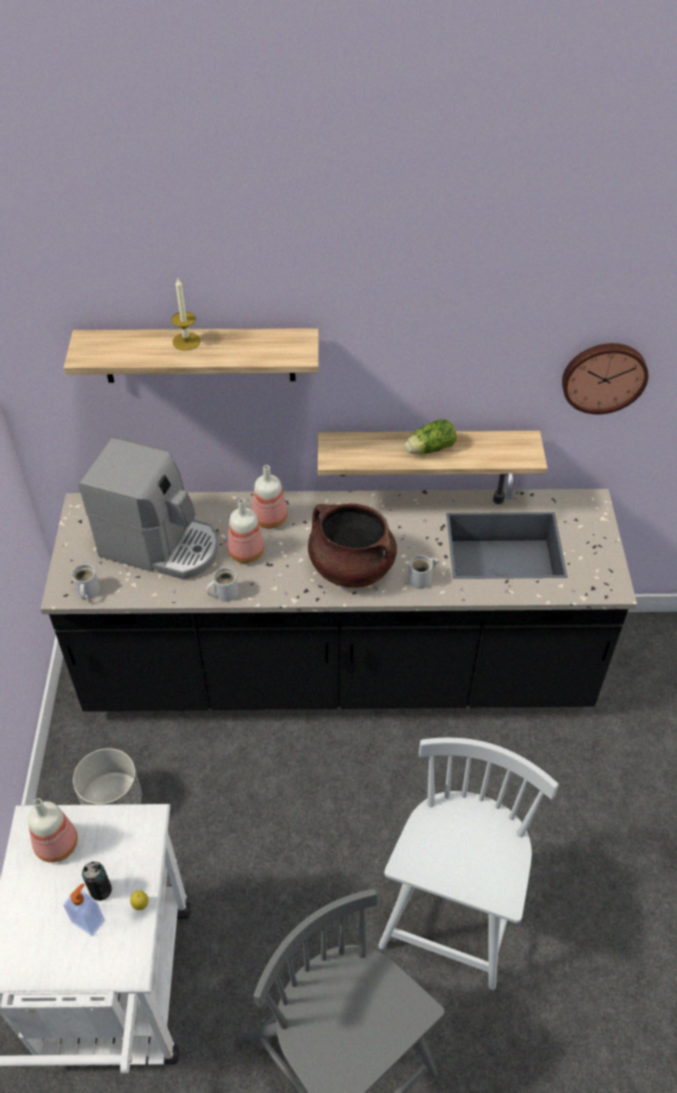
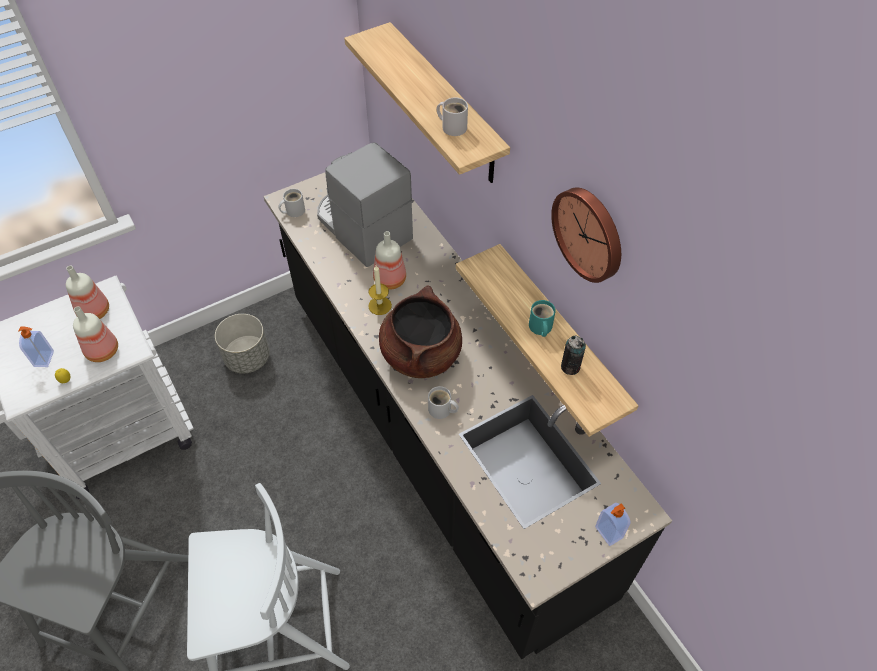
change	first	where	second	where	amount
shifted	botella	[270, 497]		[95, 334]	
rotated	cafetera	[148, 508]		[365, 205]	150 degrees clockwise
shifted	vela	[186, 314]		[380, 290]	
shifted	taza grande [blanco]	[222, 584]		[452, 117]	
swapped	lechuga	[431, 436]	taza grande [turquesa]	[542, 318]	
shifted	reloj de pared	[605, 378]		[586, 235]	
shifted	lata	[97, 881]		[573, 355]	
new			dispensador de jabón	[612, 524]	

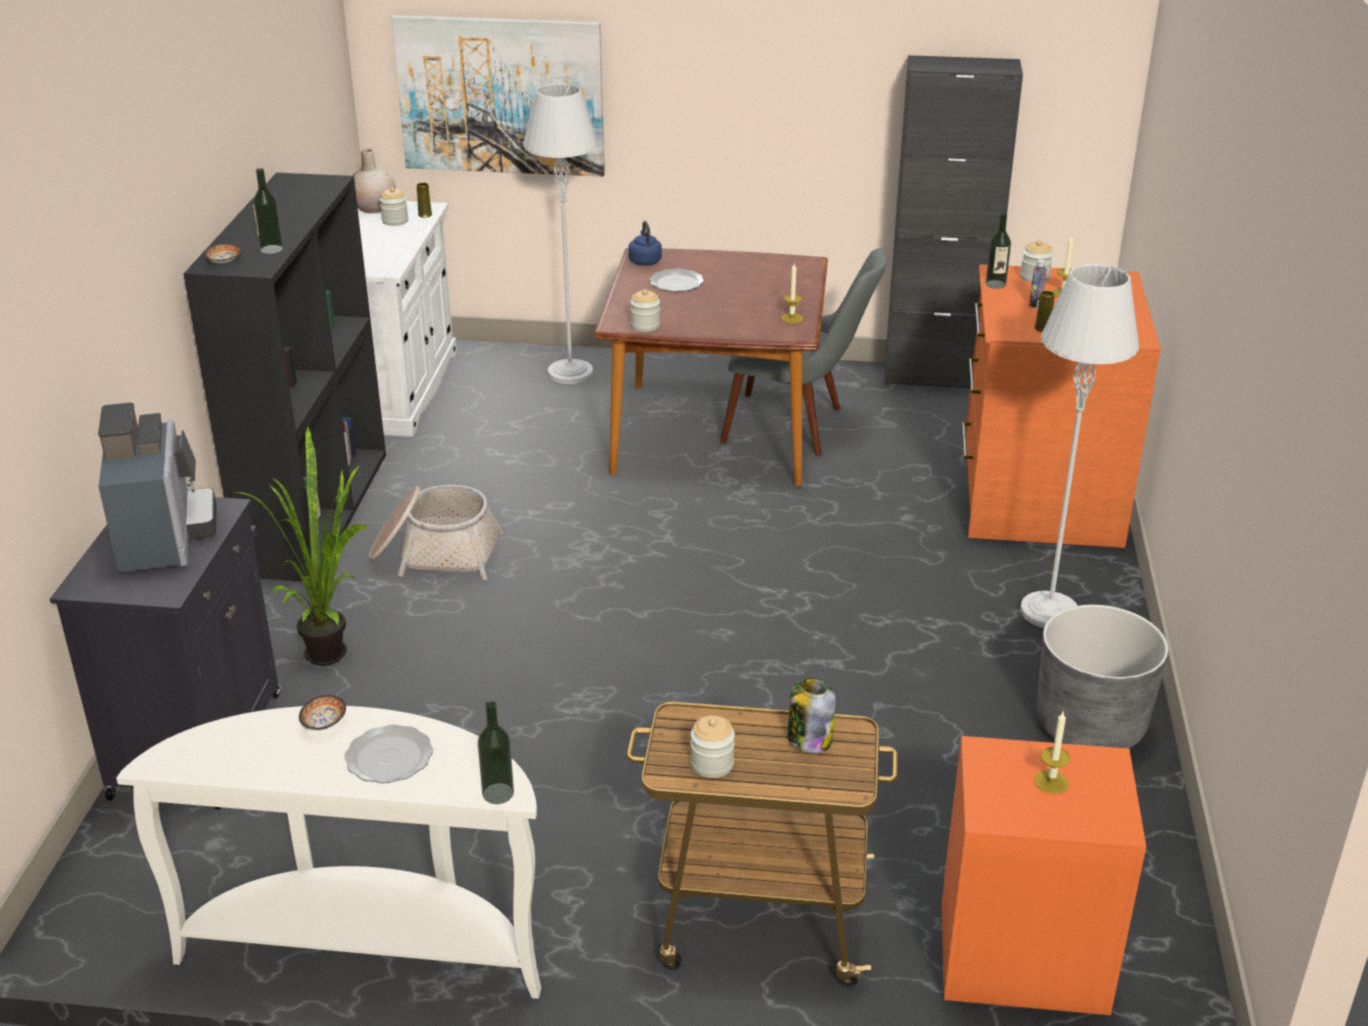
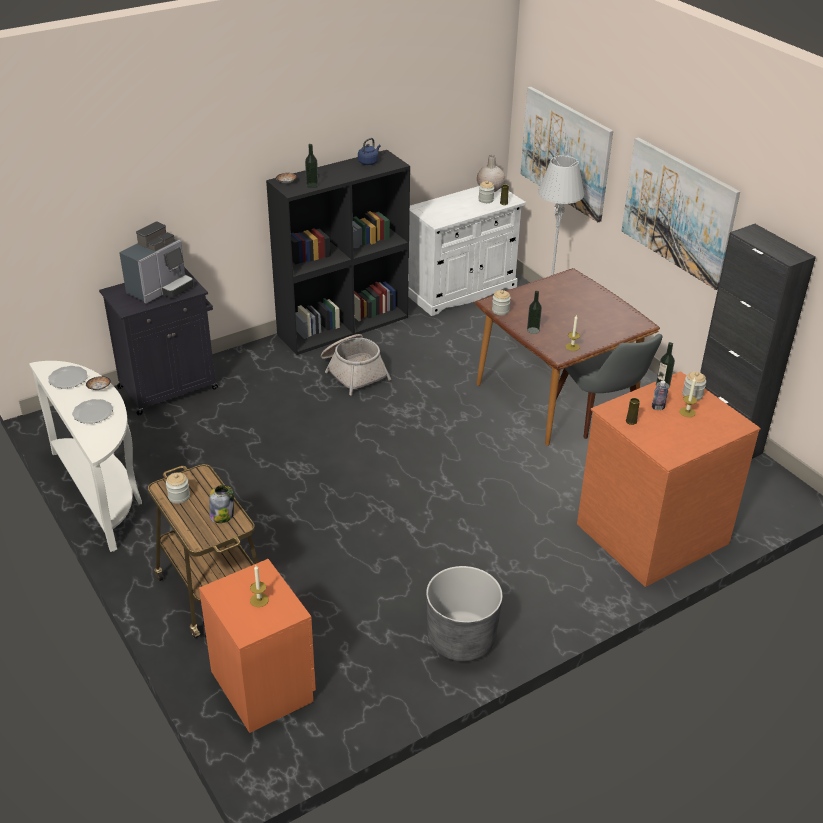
change	first	where	second	where	amount
shifted	plato	[676, 280]		[68, 377]	
shifted	hervidor [azul]	[645, 243]		[369, 151]	
shifted	botella	[496, 752]		[534, 312]	
new			cuadro	[680, 213]	
gone	planta en maceta	[301, 546]			
gone	lámpara de pie [gris]	[1080, 445]			

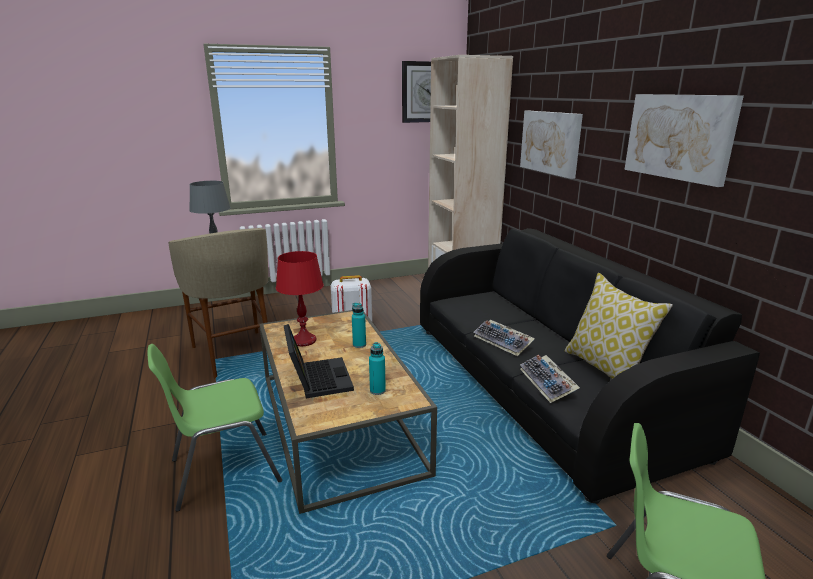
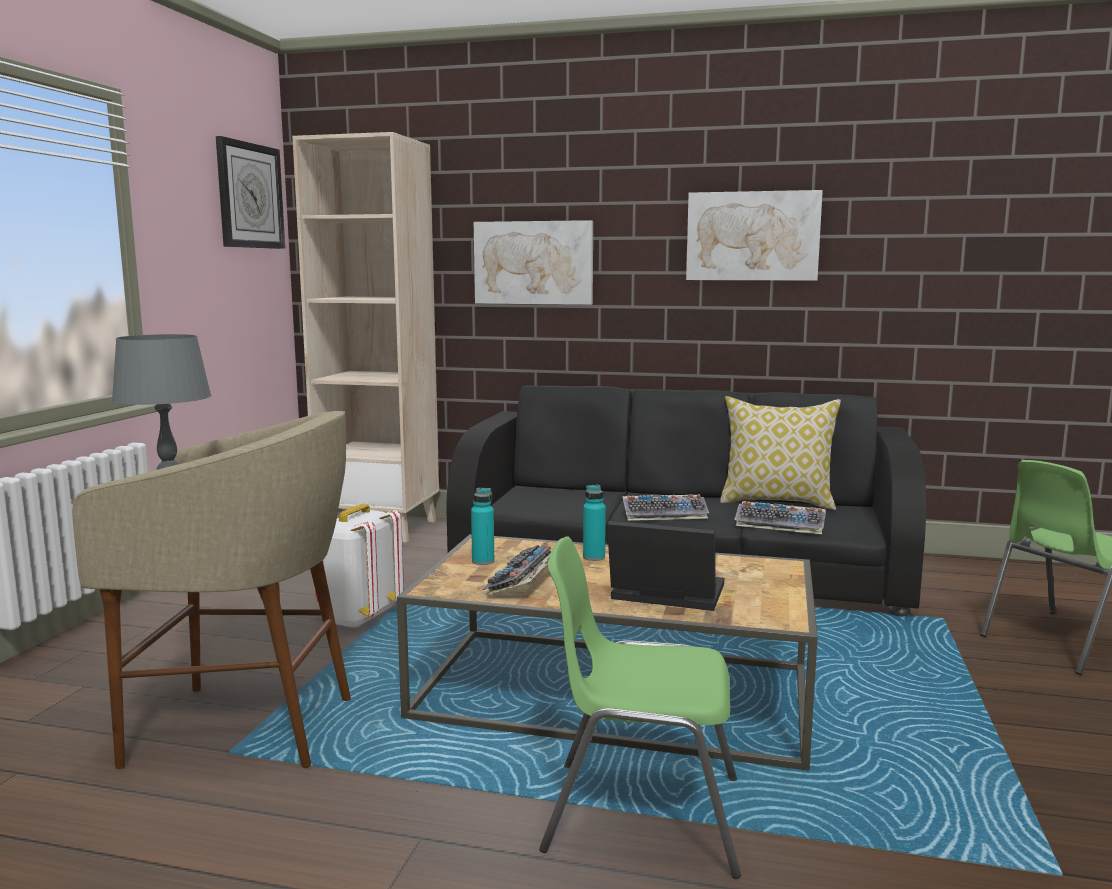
change	first	where	second	where	amount
shifted	botella [turquesa]	[377, 368]		[482, 526]	
swapped	lámpara de mesa [rojo]	[300, 298]	teclado	[516, 569]	
rotated	silla [verde]	[215, 428]		[640, 707]	90 degrees clockwise

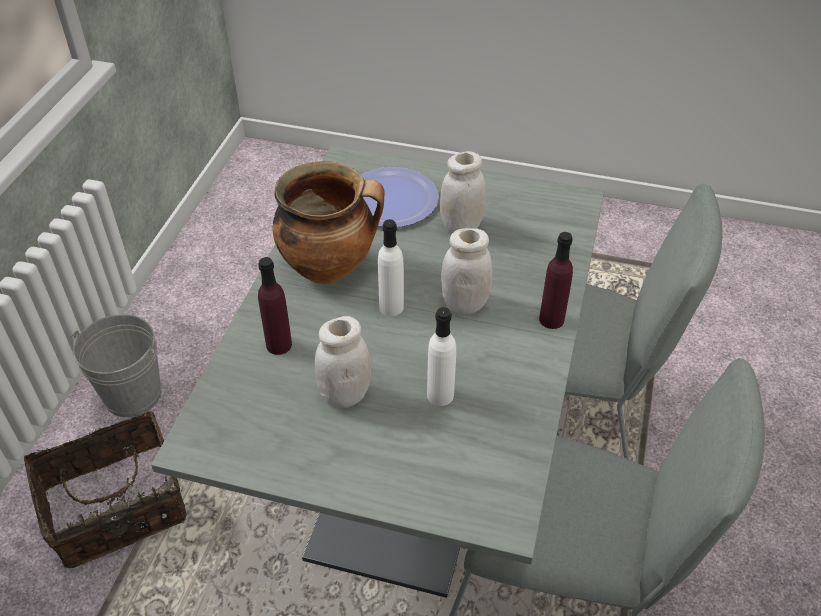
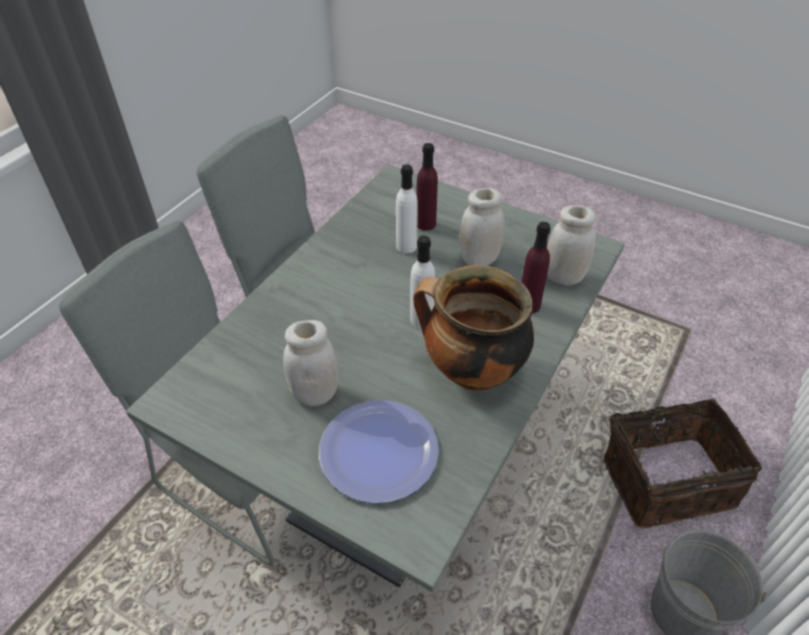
change	first	where	second	where	amount
shifted	botella [morado]	[556, 280]		[427, 187]	
shifted	tarro [blanco]	[466, 271]		[571, 245]	

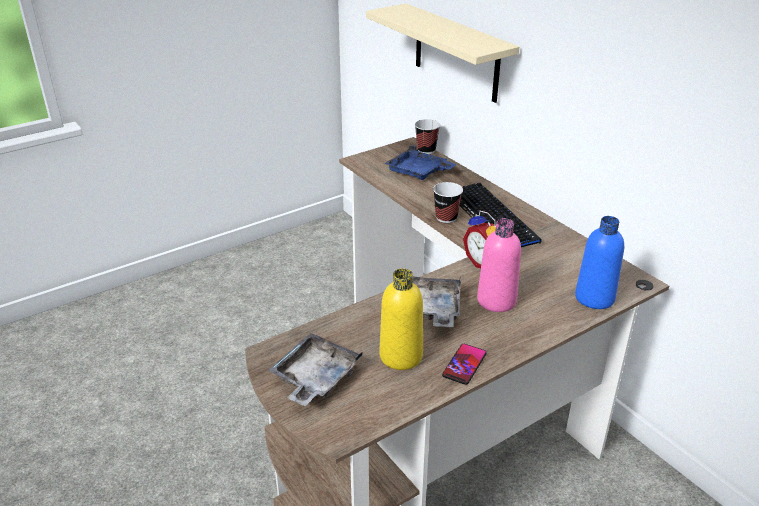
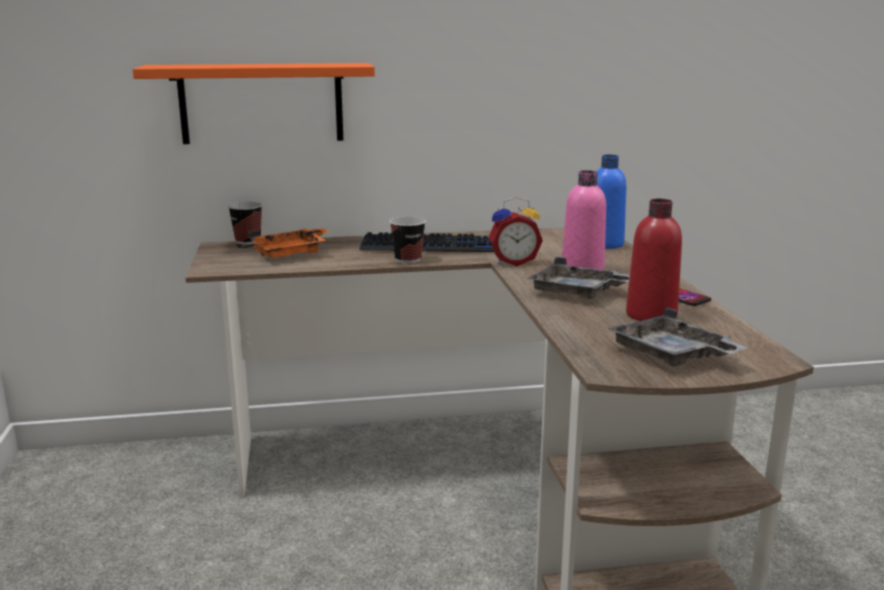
change	first	where	second	where	amount
repainted	estante [beis]	[442, 53]	estante [naranja]	[253, 103]	
repainted	bandeja [azul]	[420, 162]	bandeja [naranja]	[288, 243]	
repainted	botella [amarillo]	[401, 319]	botella [rojo]	[654, 260]	

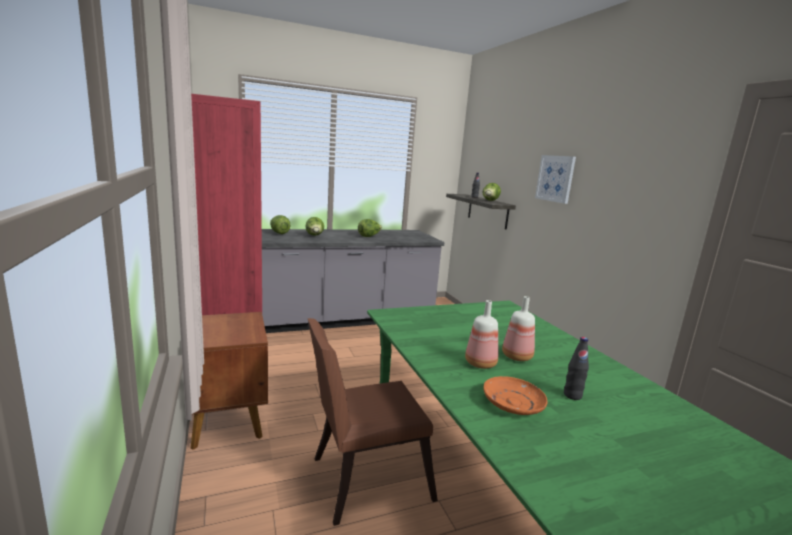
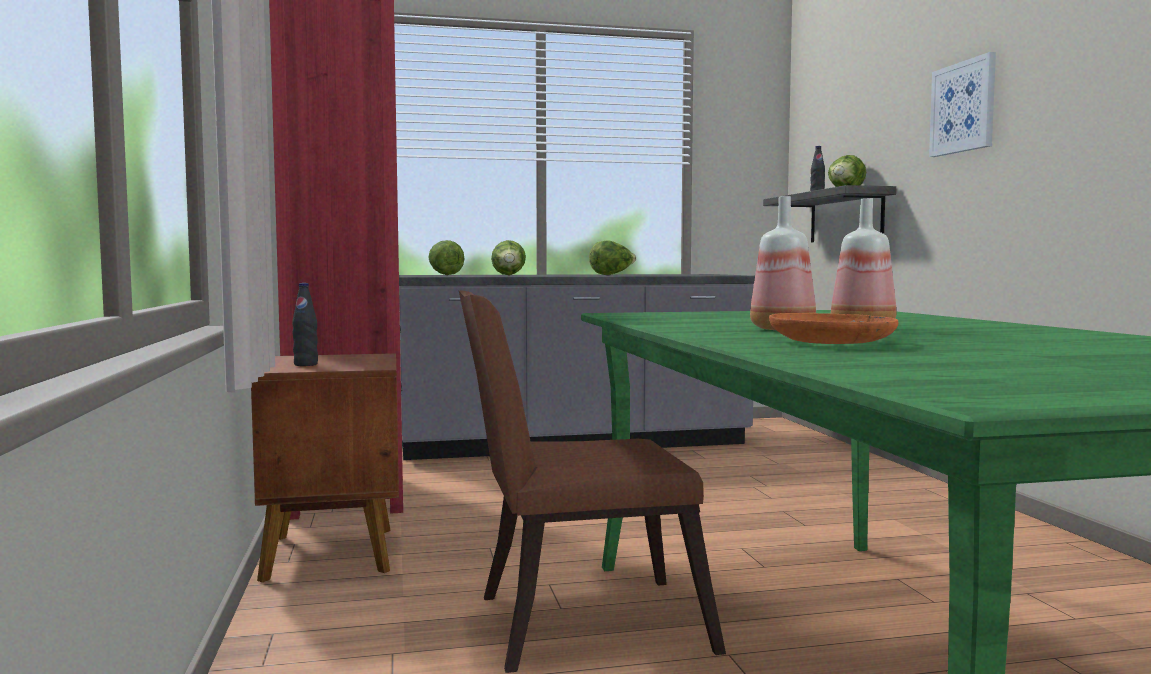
change	first	where	second	where	amount
shifted	botella [negro]	[576, 368]		[305, 324]	

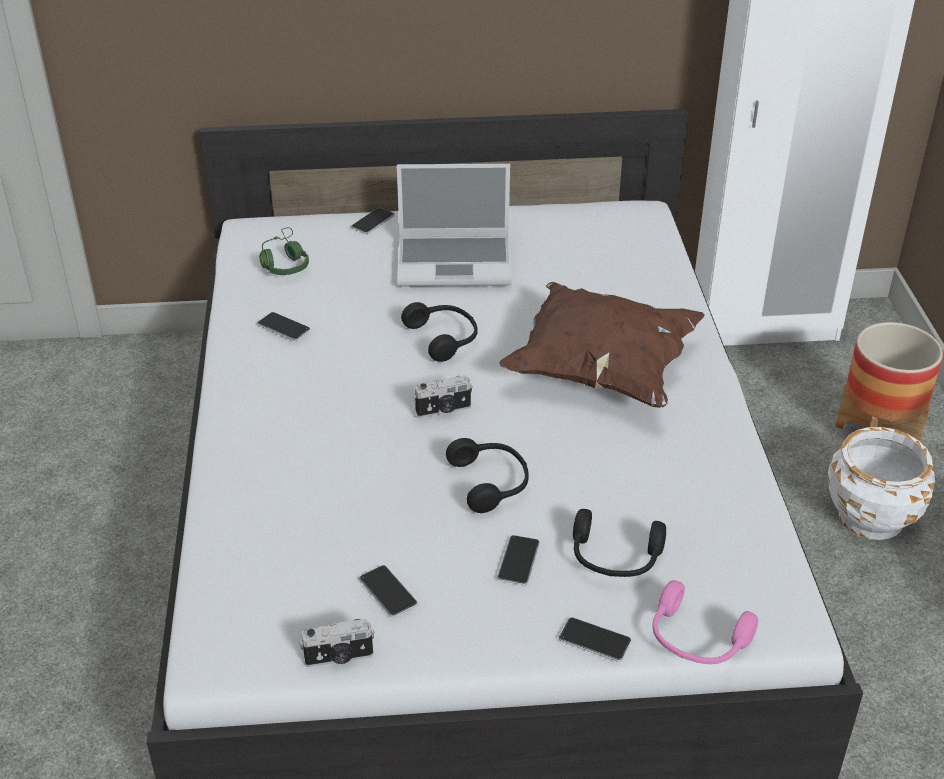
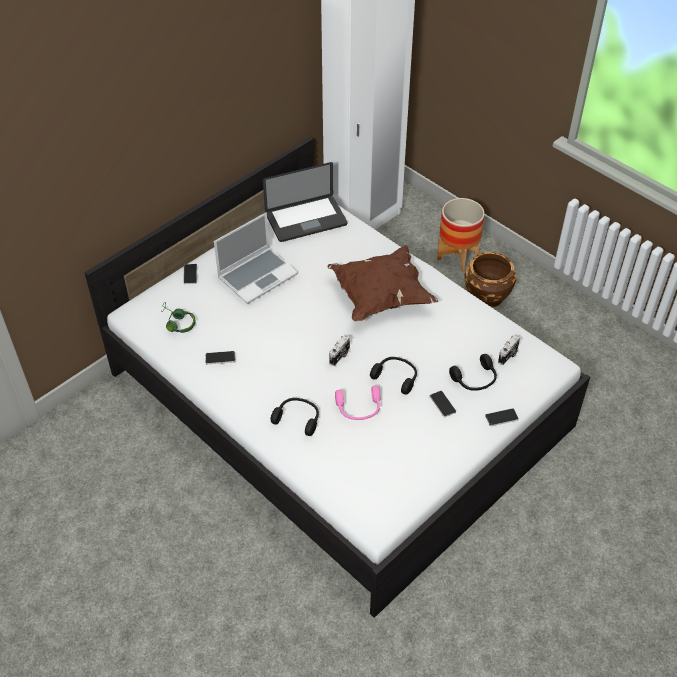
change	first	where	second	where	amount
new			portátil	[305, 202]	
shifted	auriculares [negro]	[439, 332]		[295, 417]	
shifted	auriculares [rosa]	[705, 622]		[357, 403]	
repainted	maceta [blanco]	[881, 483]	maceta [marrón]	[490, 279]	
shifted	cámara	[337, 643]		[509, 349]	
gone	móvil	[388, 591]			

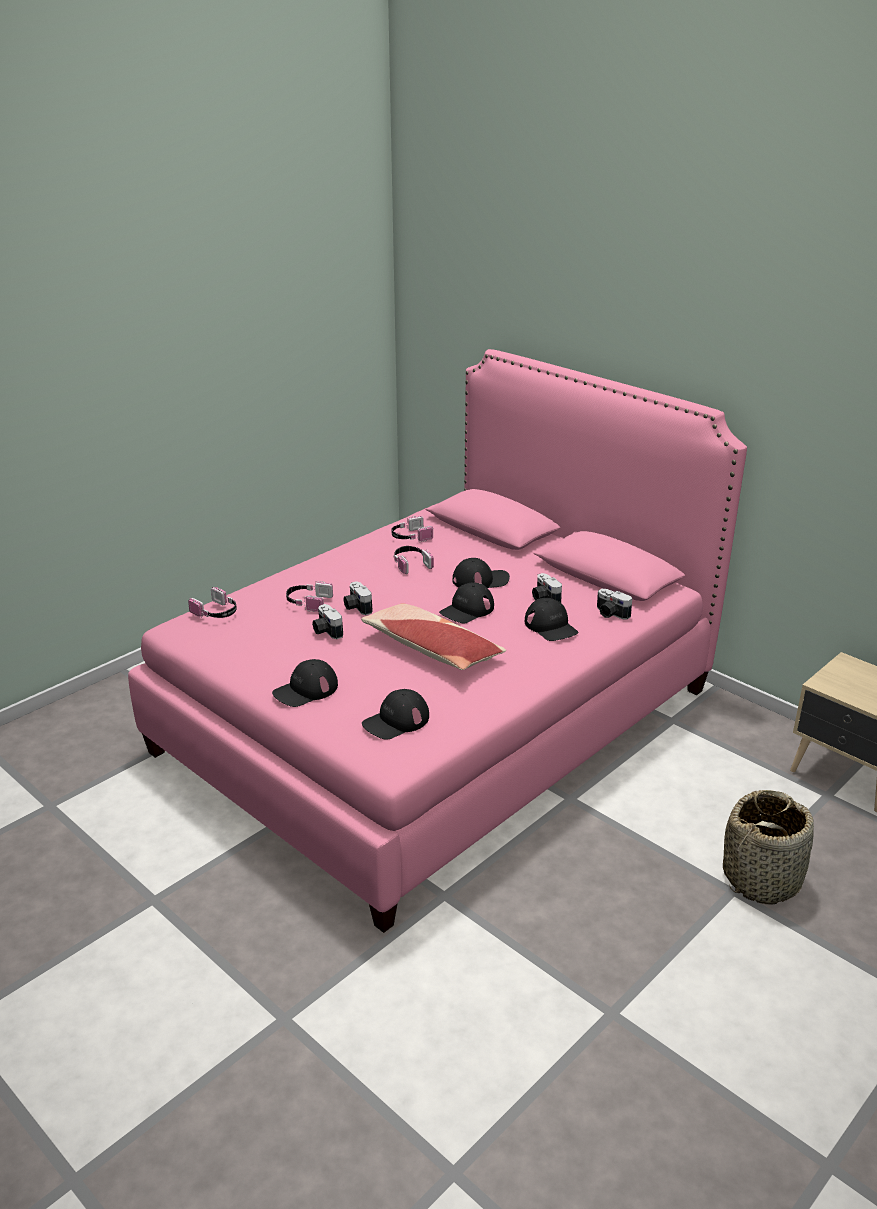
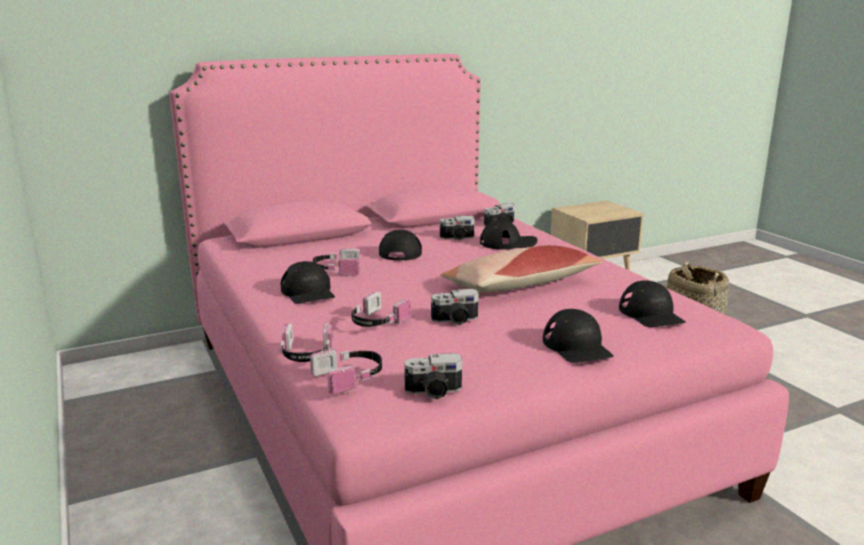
change	first	where	second	where	amount
shifted	auriculares	[412, 529]		[306, 342]	
shifted	gorra [negro]	[466, 602]		[308, 282]	
shifted	cámara	[358, 598]		[433, 376]	

